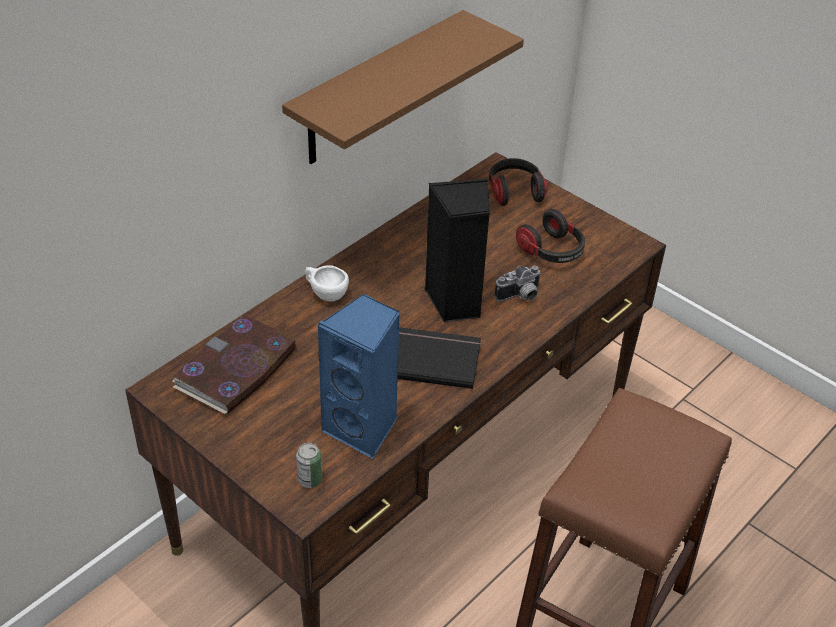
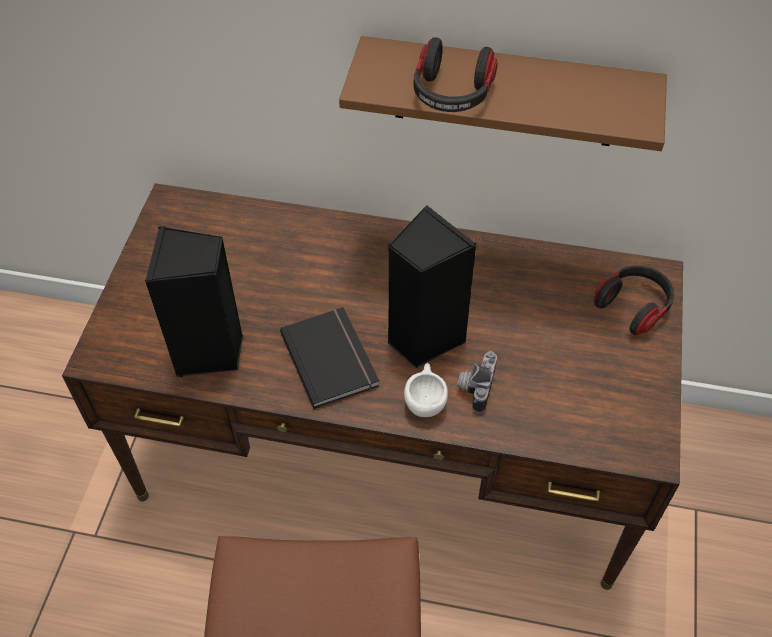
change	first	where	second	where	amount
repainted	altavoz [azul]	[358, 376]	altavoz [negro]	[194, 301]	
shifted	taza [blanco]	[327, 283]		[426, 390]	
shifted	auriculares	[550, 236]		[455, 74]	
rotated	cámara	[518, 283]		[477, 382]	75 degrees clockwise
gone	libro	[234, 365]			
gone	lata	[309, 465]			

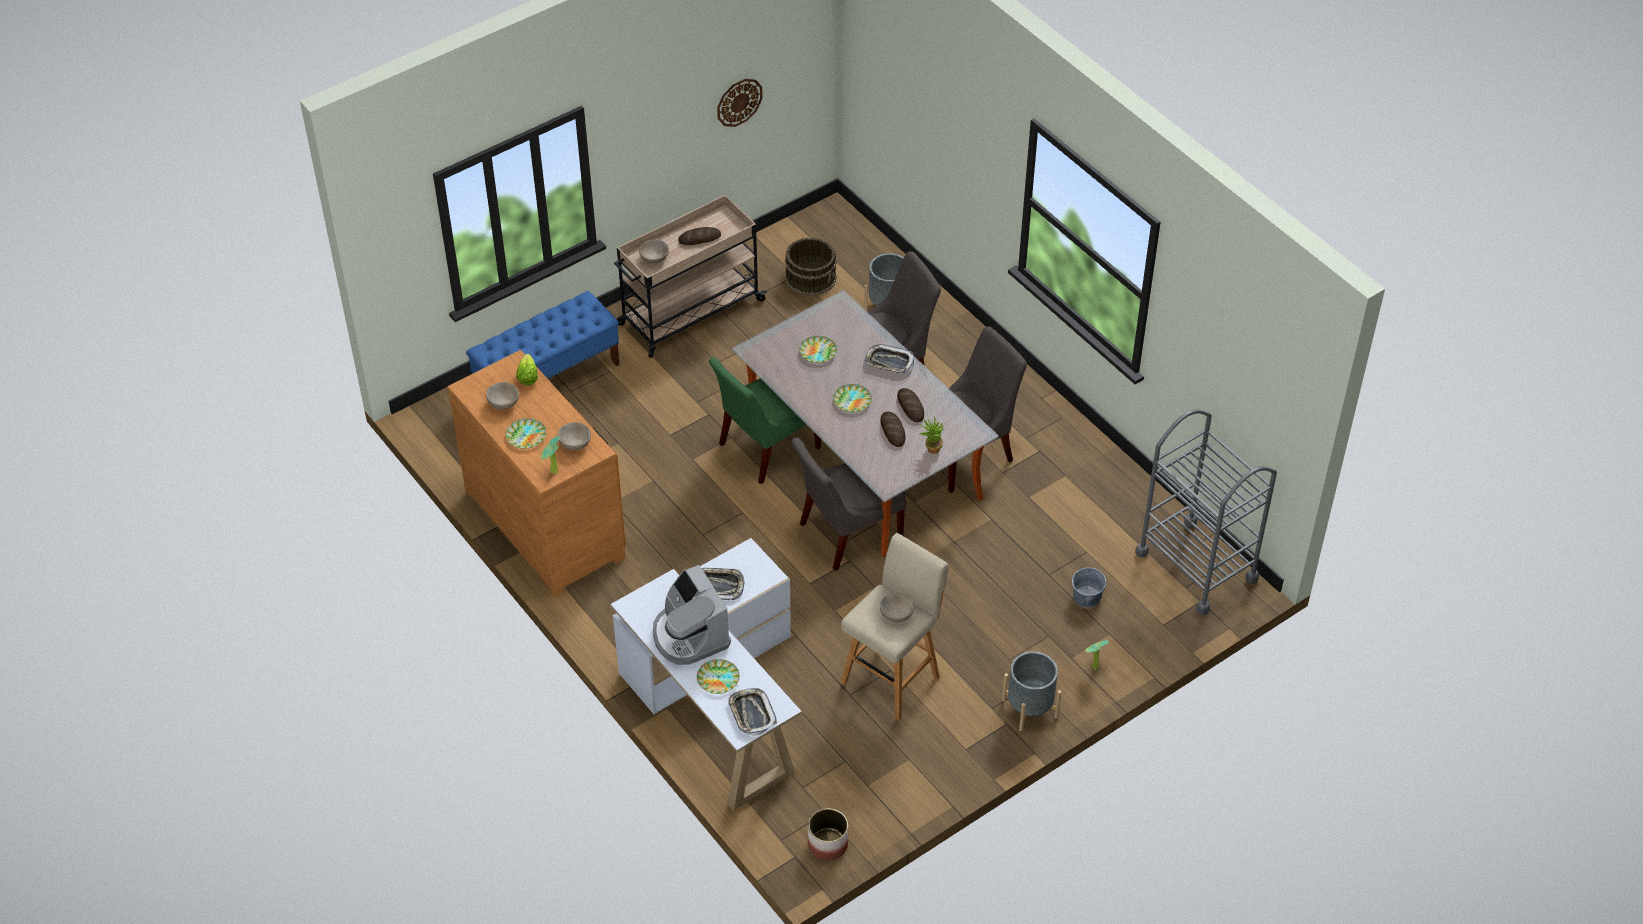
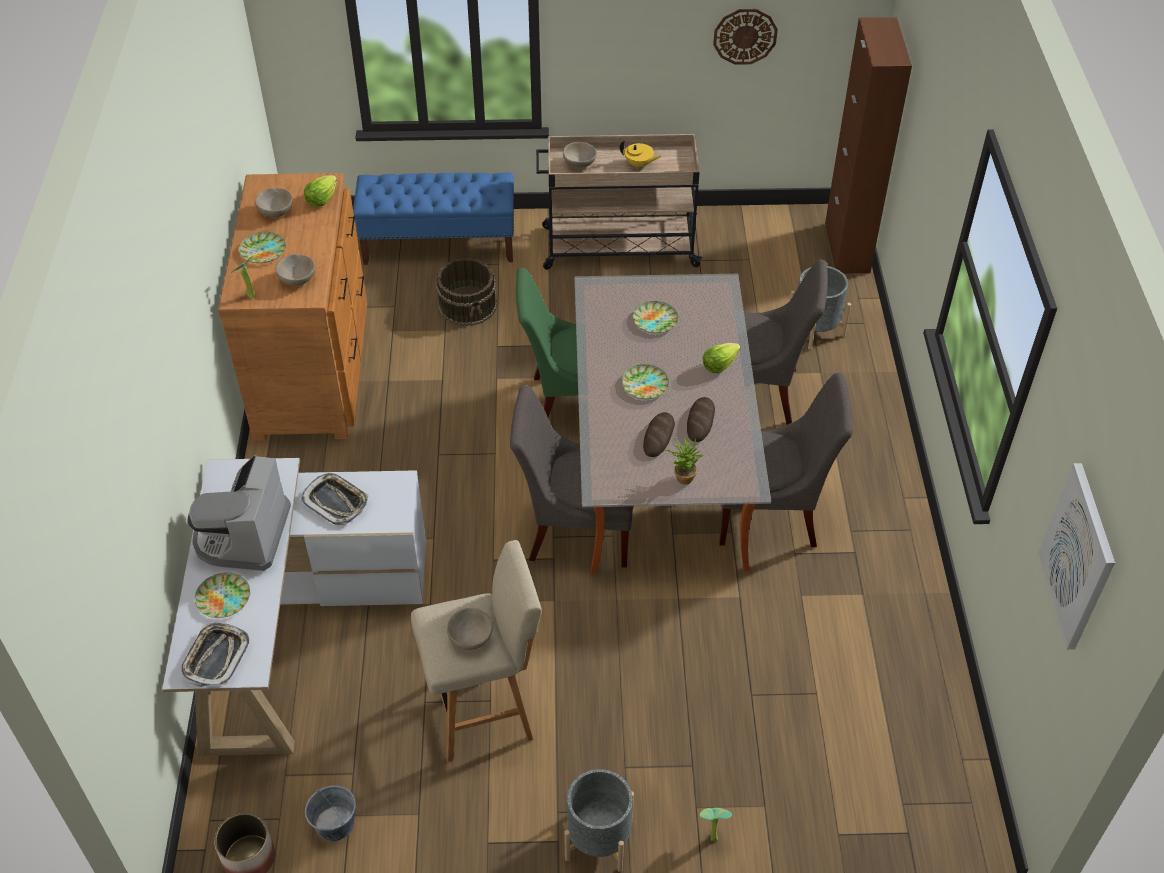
change	first	where	second	where	amount
shifted	cubo [gris]	[1089, 587]		[330, 813]	
shifted	cubo [marrón]	[811, 266]		[466, 292]	
swapped	pan	[699, 236]	tetera [amarillo]	[640, 154]	
swapped	bandeja	[889, 358]	lechuga	[722, 358]	
new			armario [marrón]	[868, 145]	
new			cuadro	[1076, 556]	
gone	carrito [gris]	[1206, 512]			

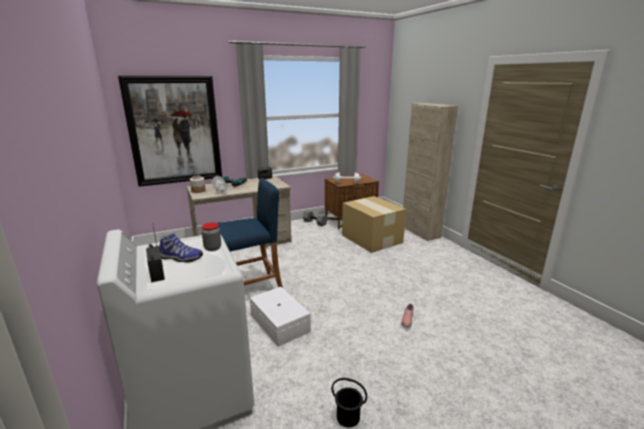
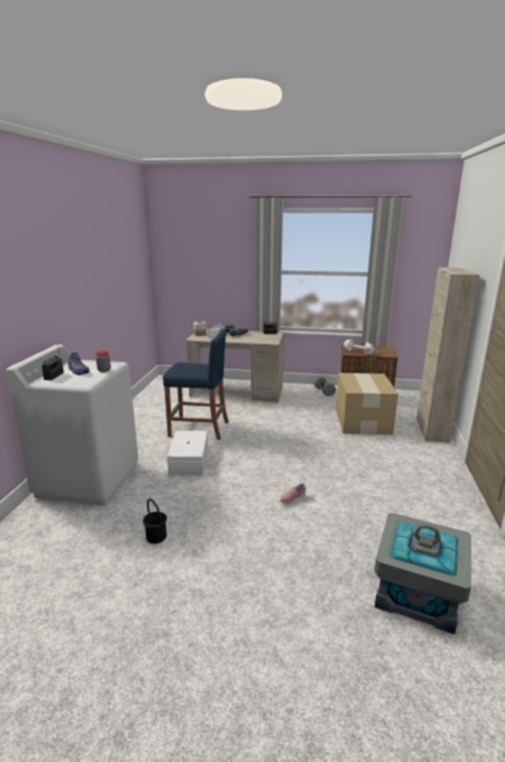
change	first	where	second	where	amount
new			caja de almacenaje [gris]	[422, 573]	
gone	cuadro	[170, 131]			

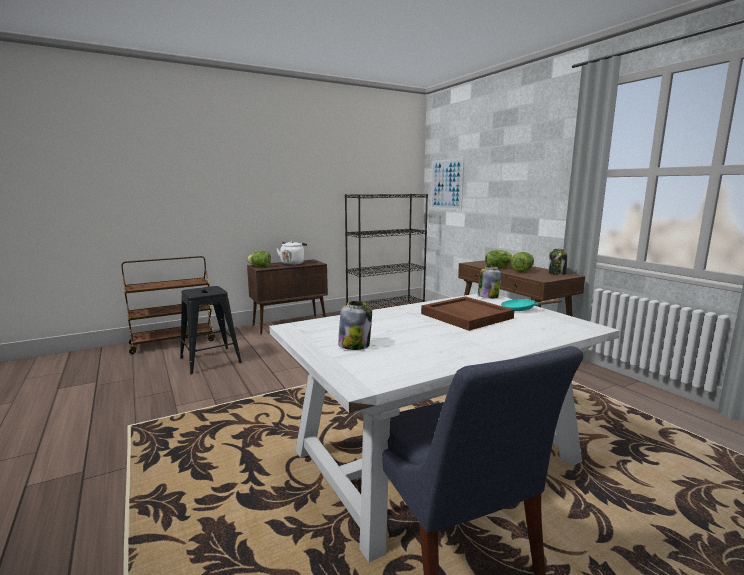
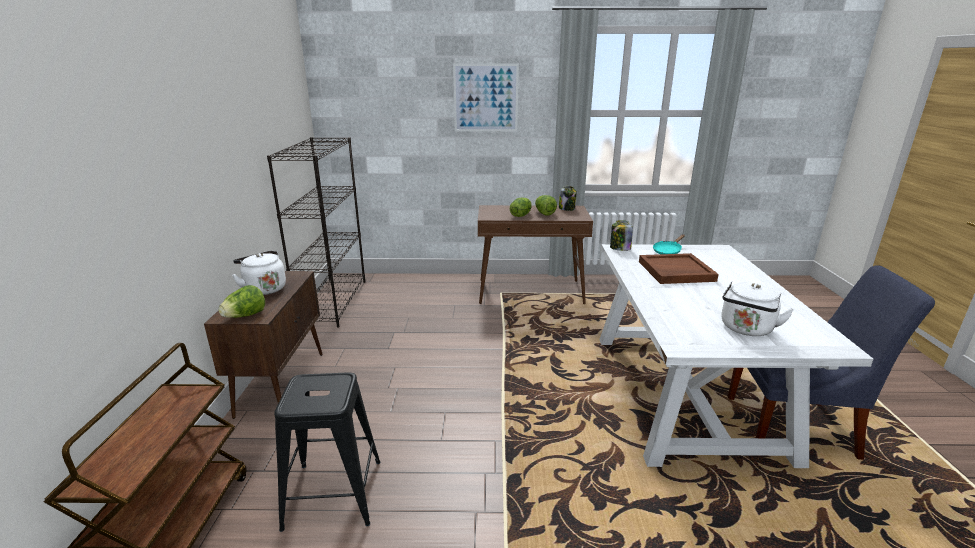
change	first	where	second	where	amount
shifted	cuadro	[447, 184]		[486, 97]	
swapped	tarro	[355, 325]	hervidor [blanco]	[758, 309]	

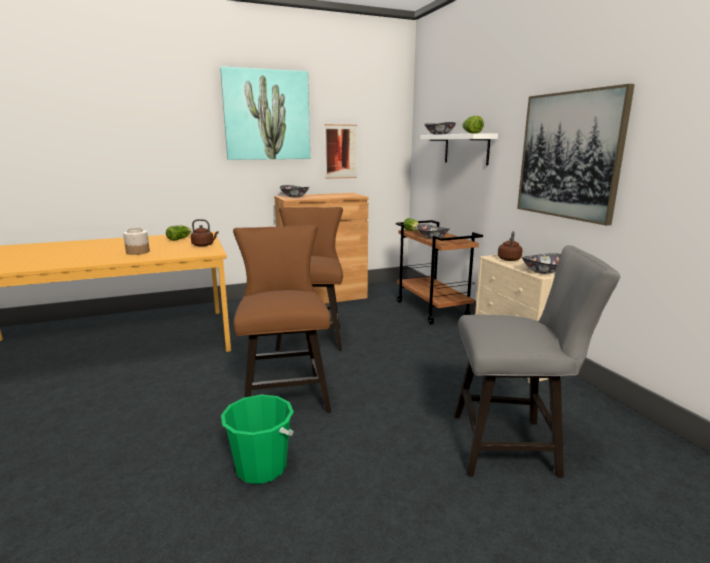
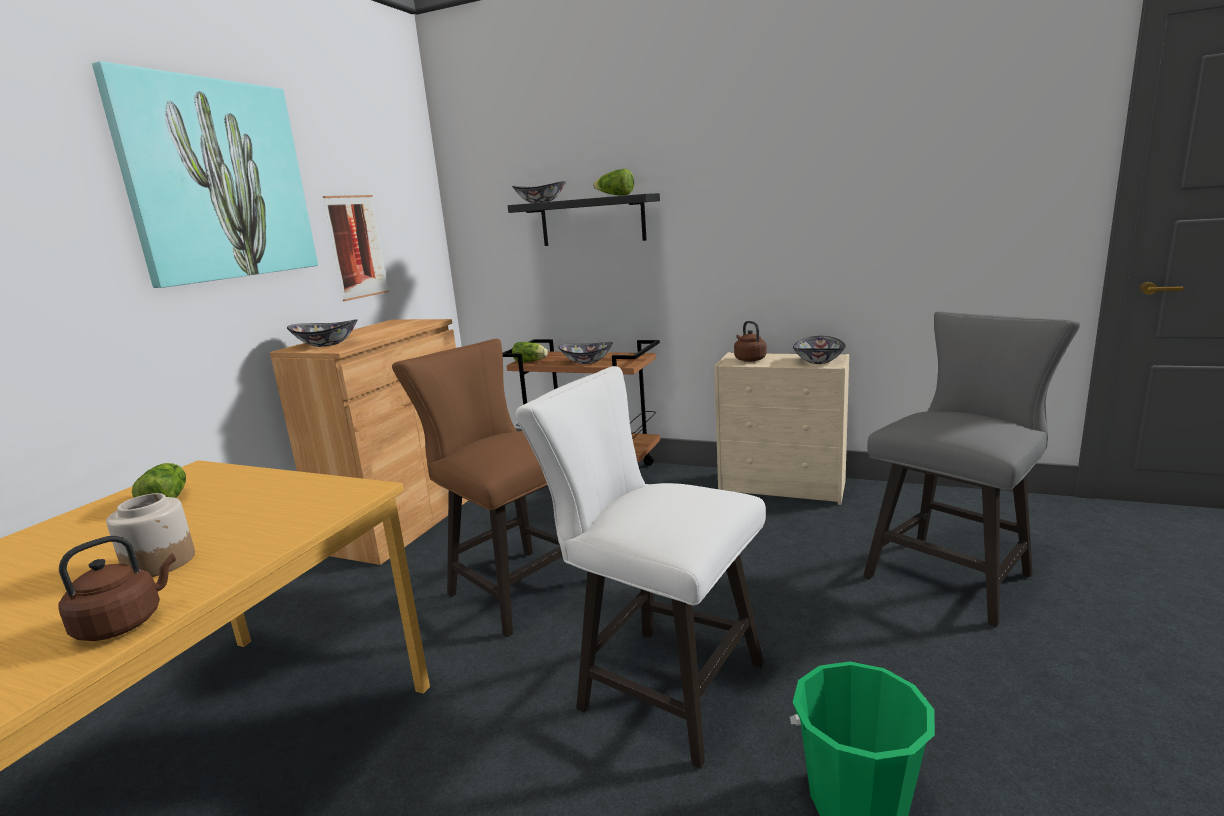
change	first	where	second	where	amount
shifted	hervidor [marrón]	[205, 233]		[117, 588]	
repainted	estante [blanco]	[459, 149]	estante [negro]	[584, 219]	
repainted	silla [marrón]	[282, 319]	silla [blanco]	[640, 567]	
gone	cuadro	[576, 155]			

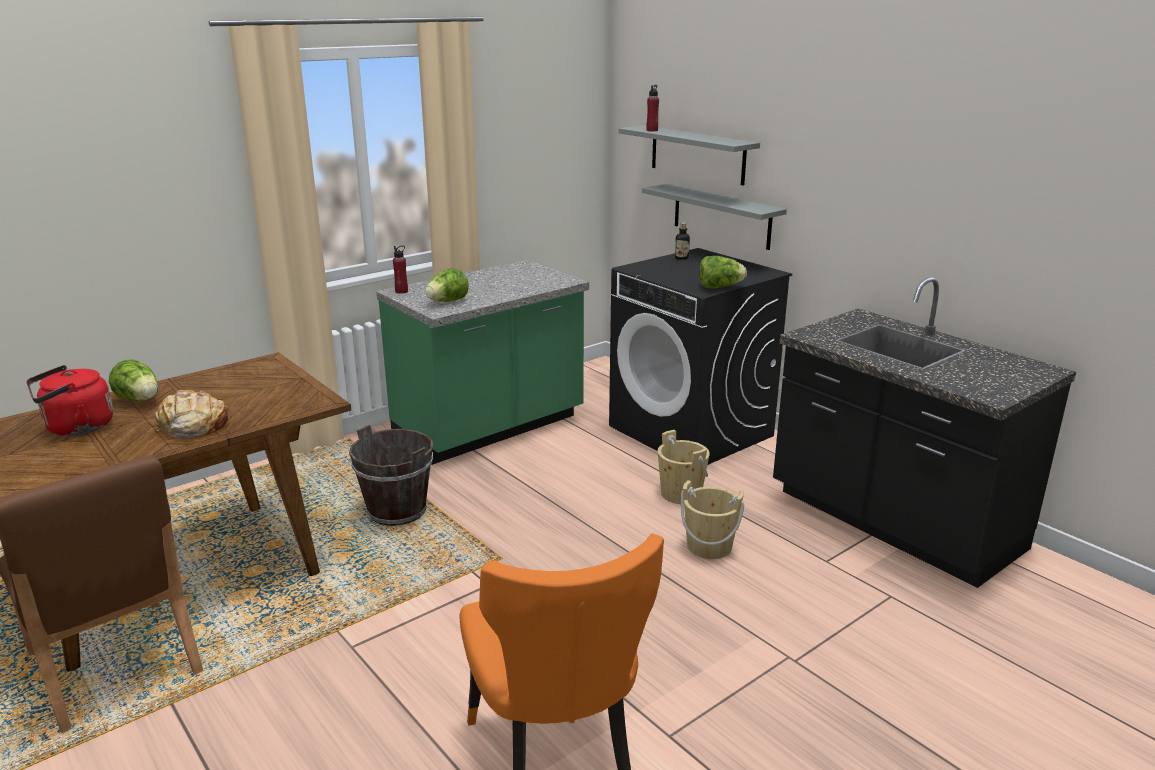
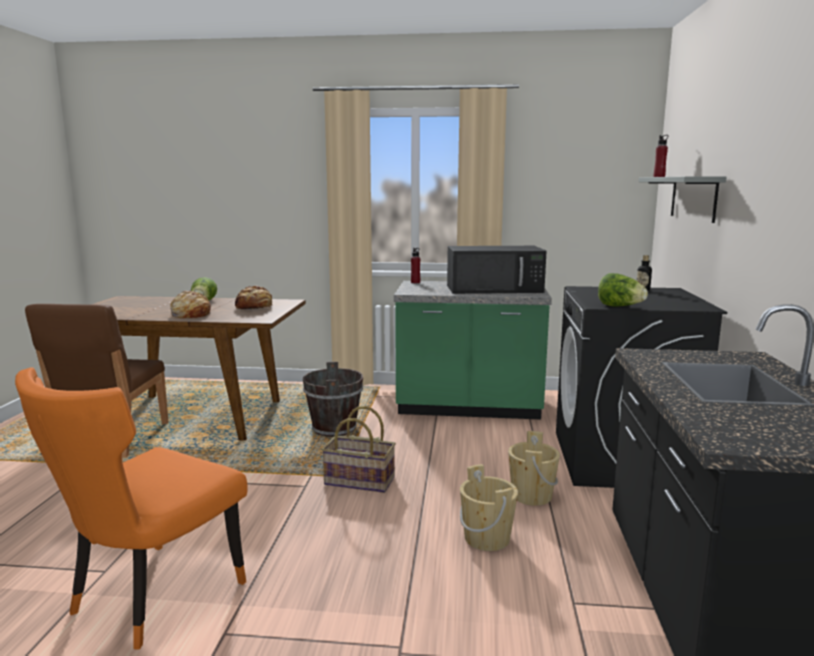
change	first	where	second	where	amount
new			pan	[253, 298]	
new			cesta	[359, 449]	
new			microondas [negro]	[497, 270]	
gone	hervidor [rojo]	[69, 400]			
gone	lechuga	[447, 284]			
gone	estante [gris]	[714, 217]			

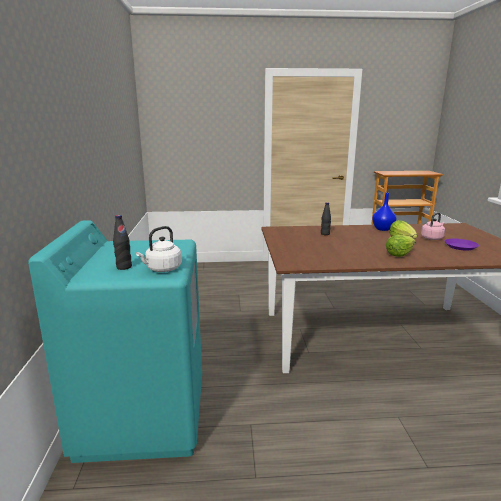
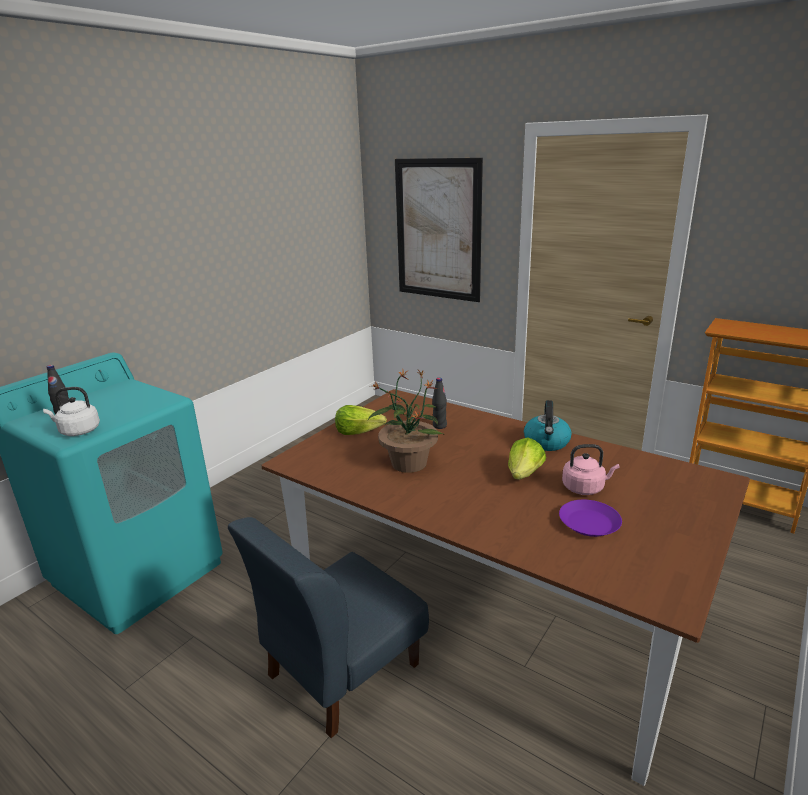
change	first	where	second	where	amount
new			silla [azul]	[328, 627]	
shifted	lechuga	[401, 246]		[361, 420]	
new			planta en maceta	[405, 421]	
new			cuadro	[439, 230]	
swapped	florero [azul]	[384, 212]	hervidor	[548, 425]	

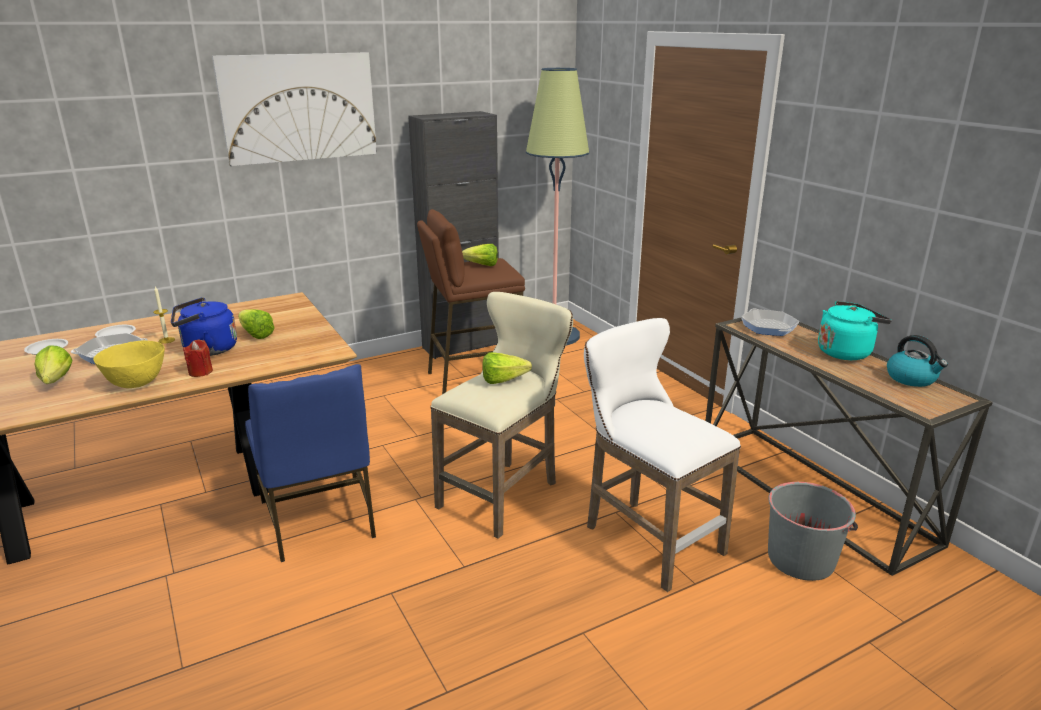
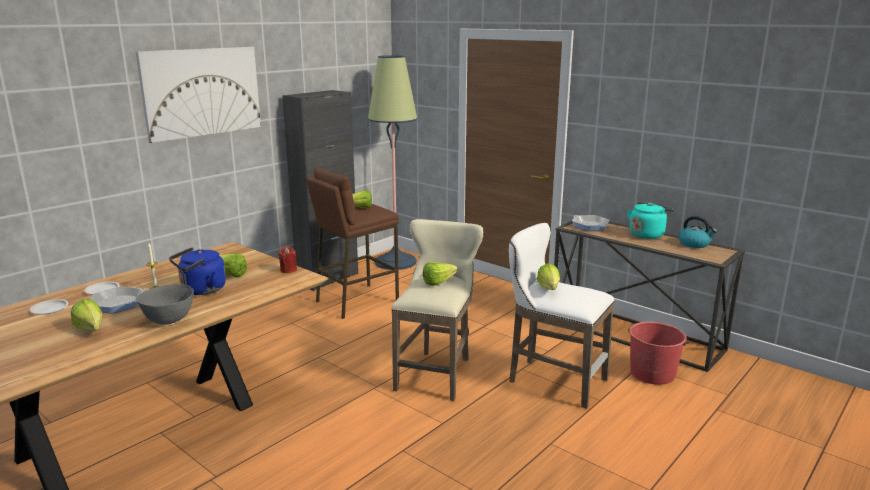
change	first	where	second	where	amount
repainted	cuenco [amarillo]	[129, 364]	cuenco [gris]	[165, 304]	
shifted	vela [rojo]	[198, 358]		[287, 260]	
new			lechuga	[548, 276]	
repainted	cubo [gris]	[813, 531]	cubo [rojo]	[658, 353]	
gone	silla [azul]	[310, 463]			

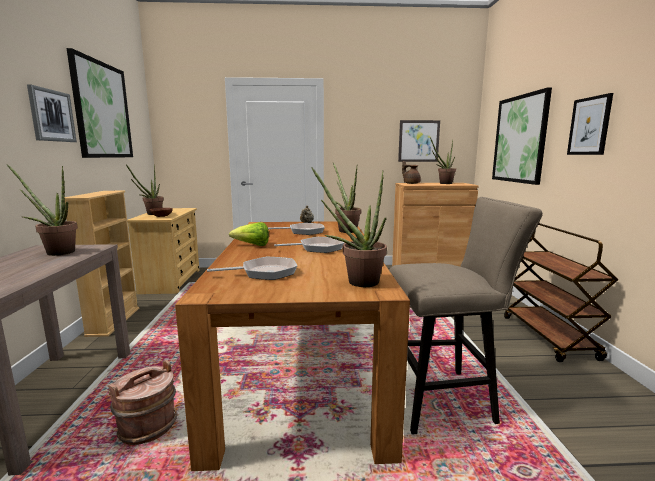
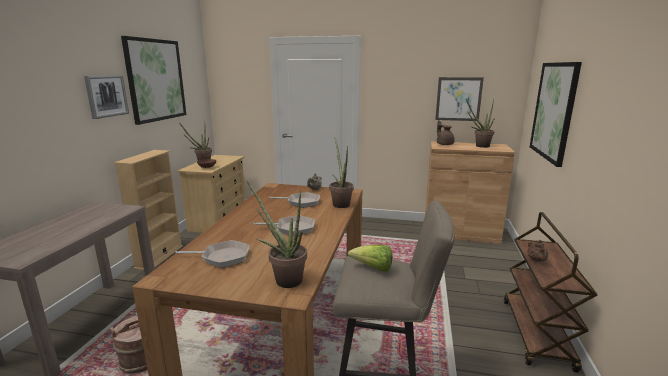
change	first	where	second	where	amount
shifted	lechuga	[249, 234]		[370, 258]	
new			tetera [marrón]	[537, 251]	
gone	planta en maceta	[42, 210]			
gone	cuadro	[590, 124]			

